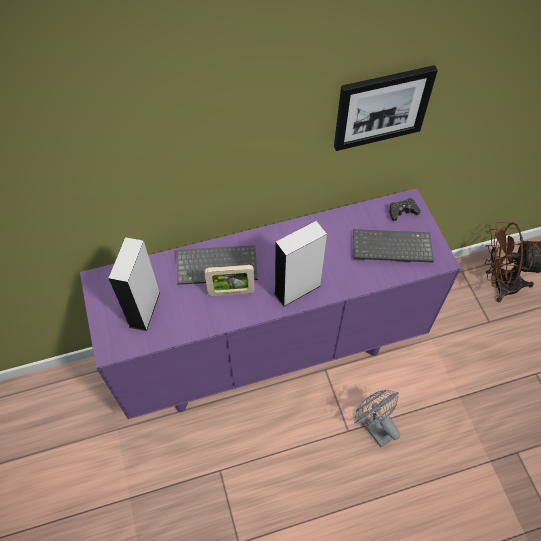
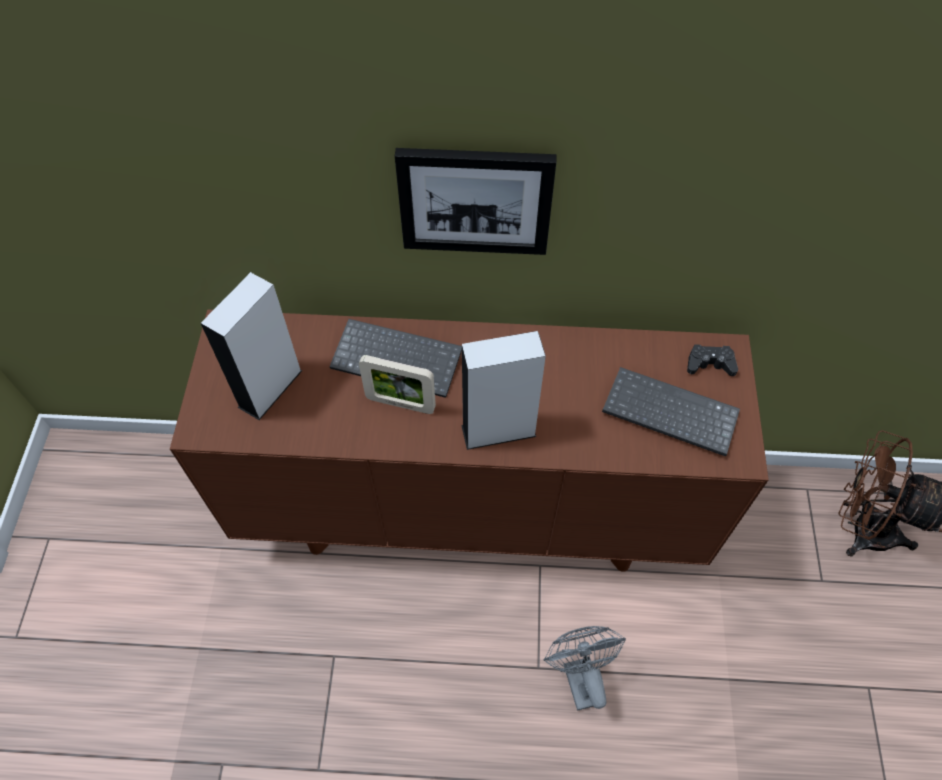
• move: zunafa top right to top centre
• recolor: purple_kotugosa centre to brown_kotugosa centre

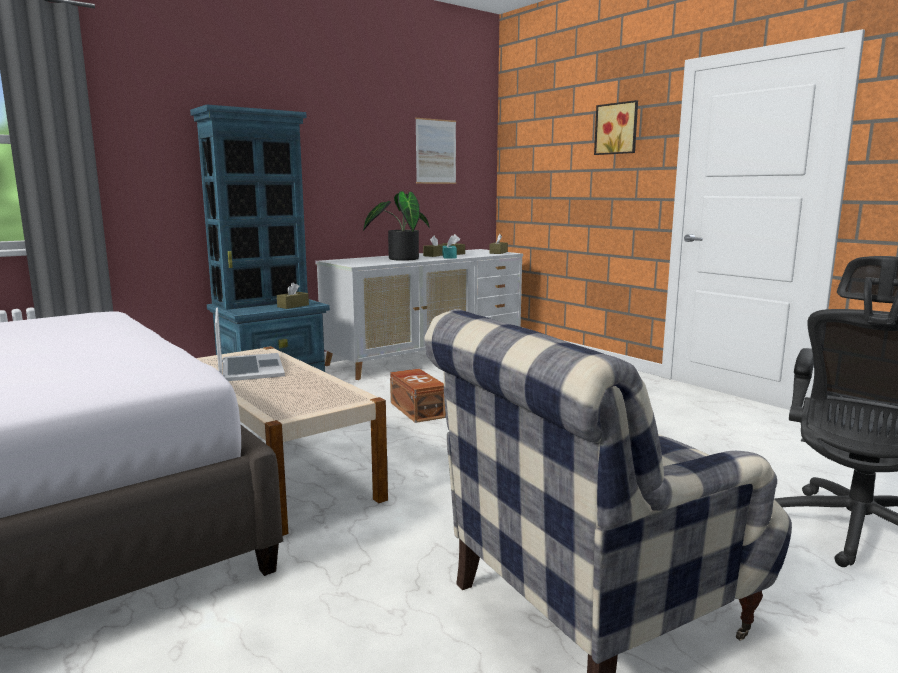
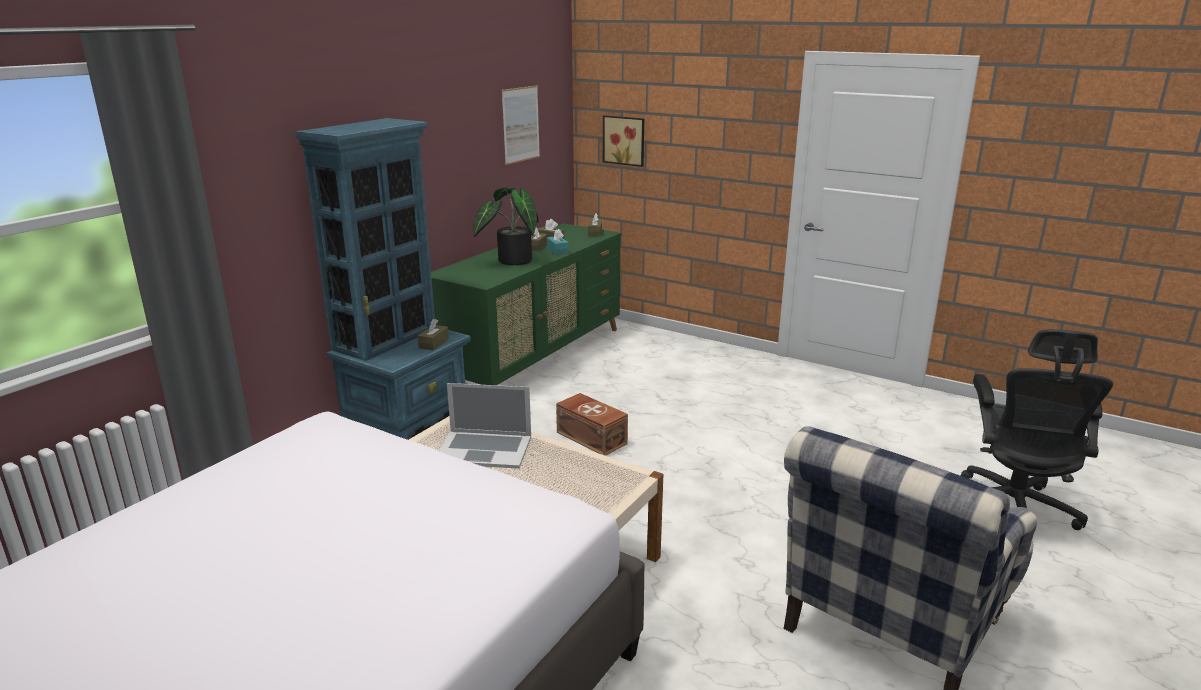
• move: zunafa (2nd from left) top right to top centre
• recolor: white_kotugosa centre to green_kotugosa centre
• rotate: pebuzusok middle left = centre 135 degrees clockwise

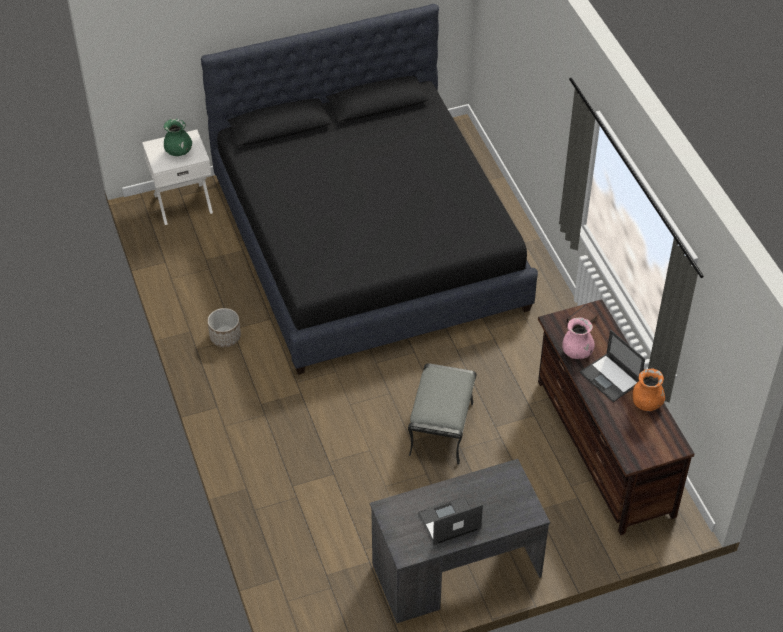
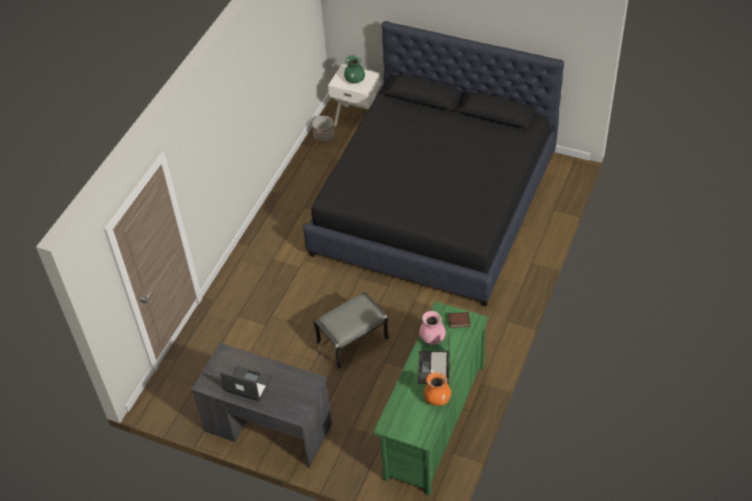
• recolor: brown_kotugosa middle right to green_kotugosa bottom centre
• move: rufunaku middle left to top centre

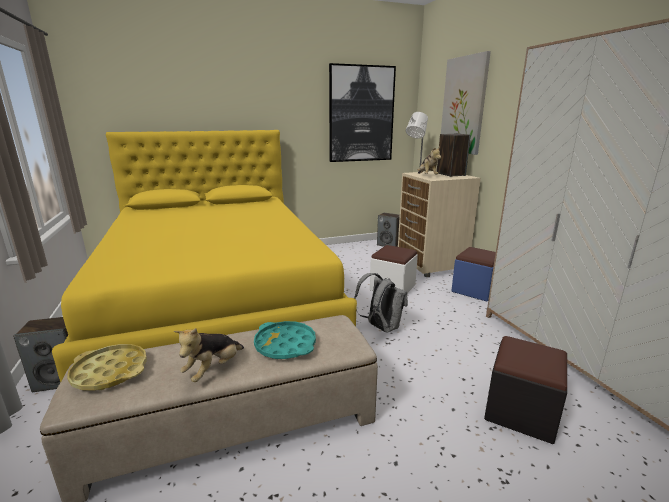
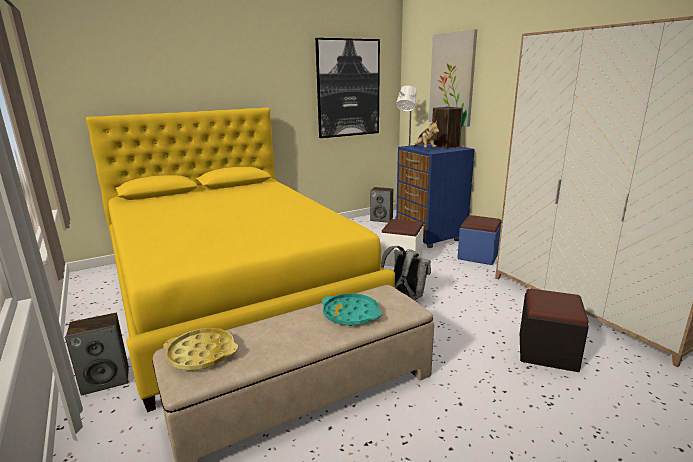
• recolor: beige_kotugosa centre to blue_kotugosa centre
• delete: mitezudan (1st from left) bottom left

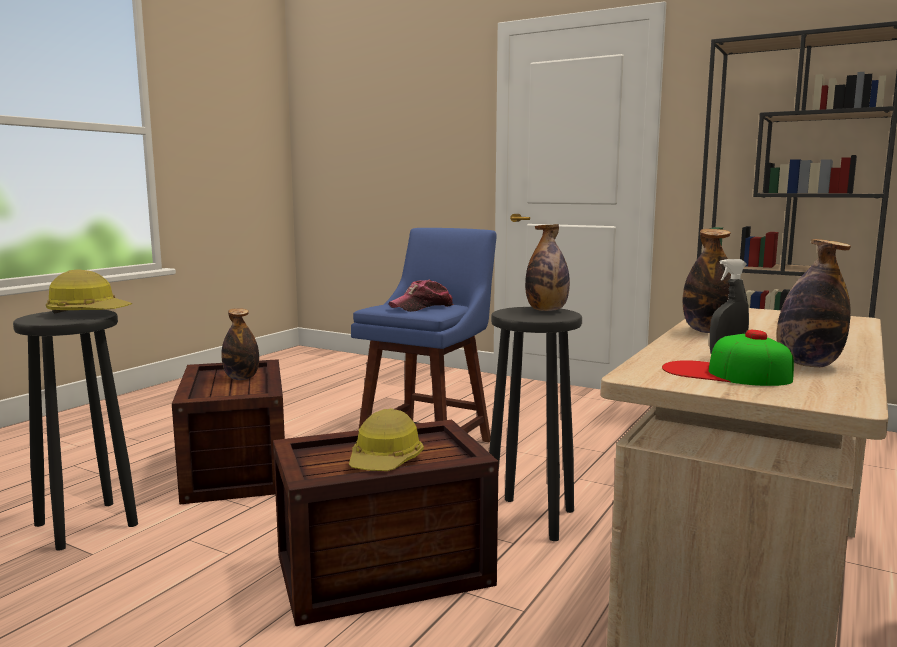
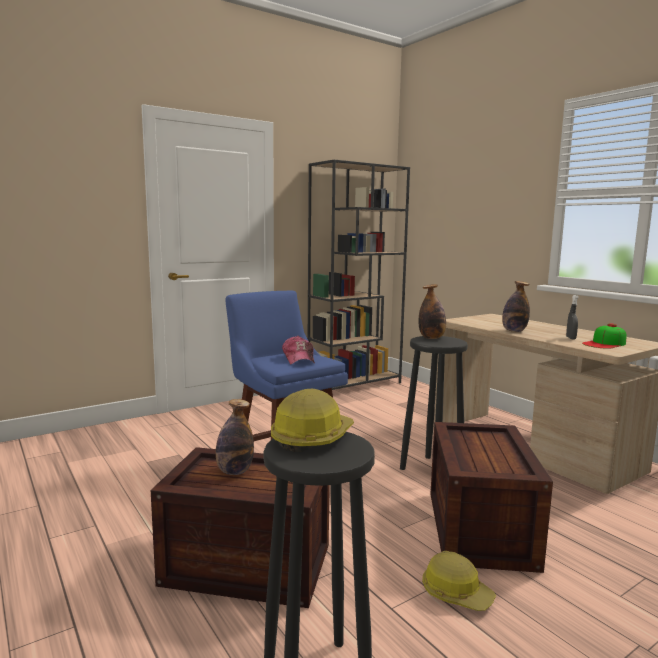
• delete: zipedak (4th from left) middle right
• move: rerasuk (2nd from left) bottom centre to bottom right

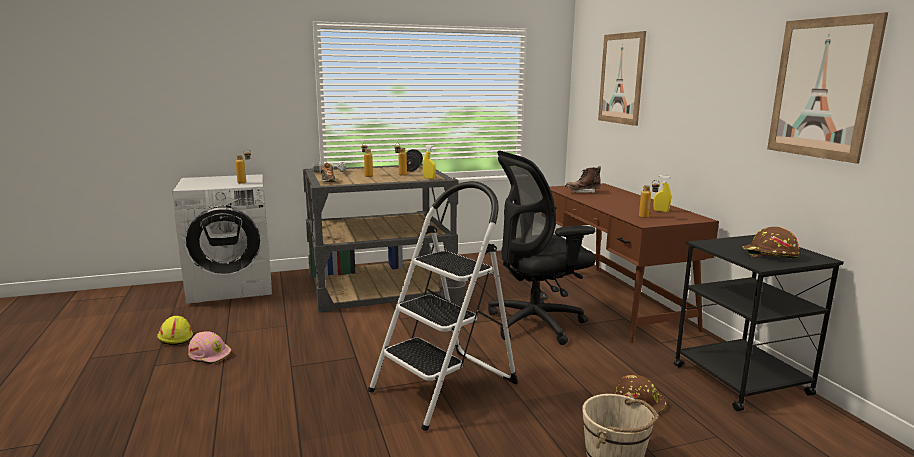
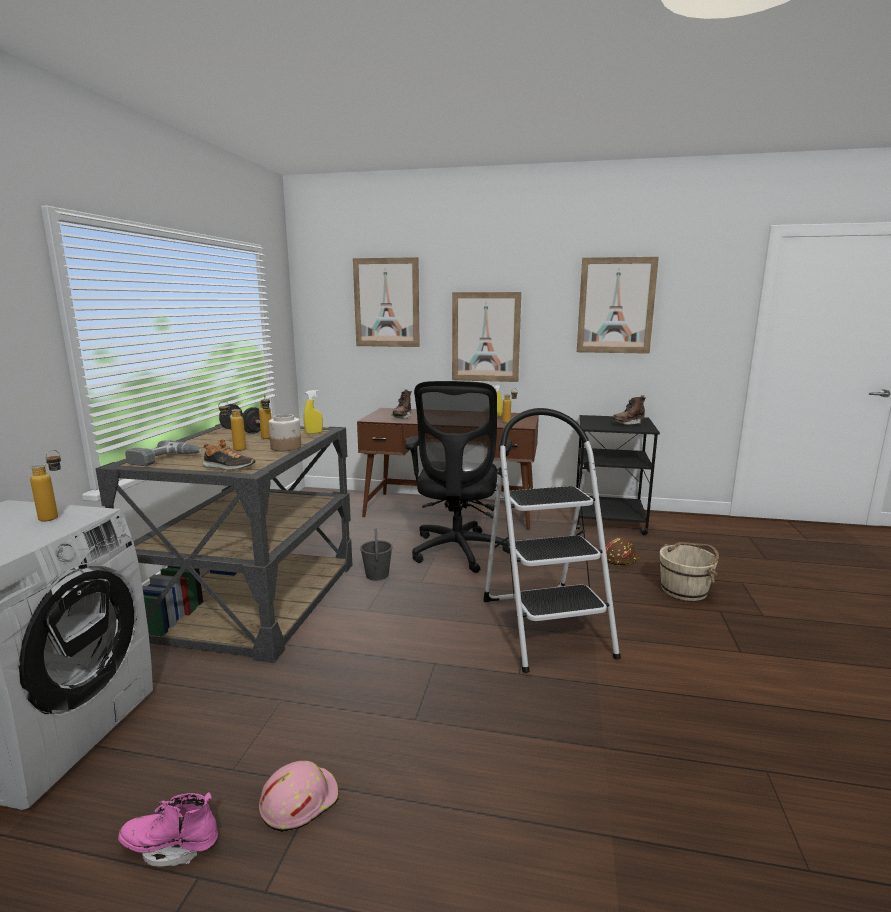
• replace: brown_rerasuk (2nd from left) middle right to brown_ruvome (2nd from left) middle right
• replace: yellow_rerasuk bottom left to pink_ruvome bottom left
• insert: zunafa (2nd from left) centre
• insert: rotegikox middle left

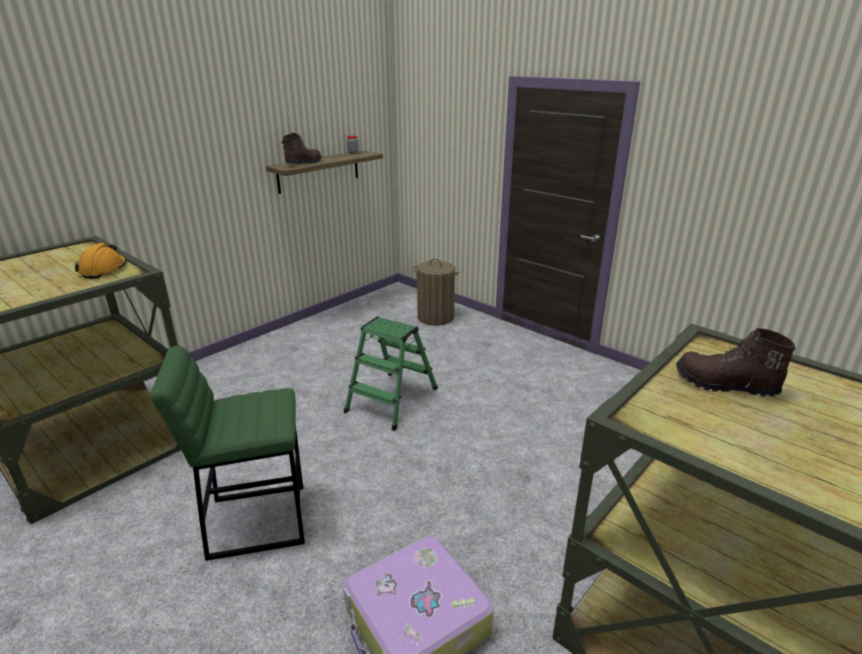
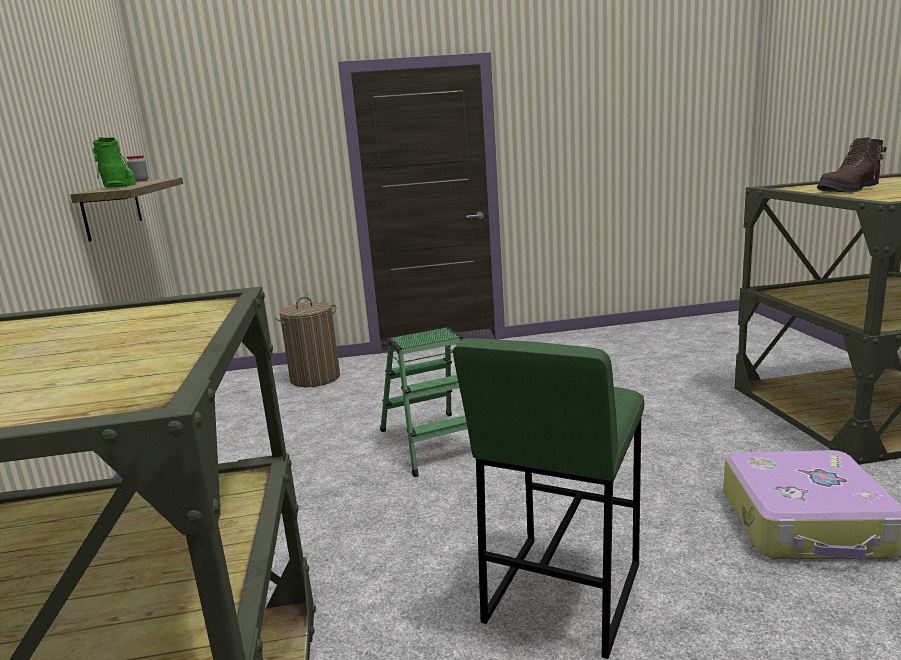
• recolor: brown_ruvome (1st from left) top centre to green_ruvome top left
• delete: orange_rerasuk middle left

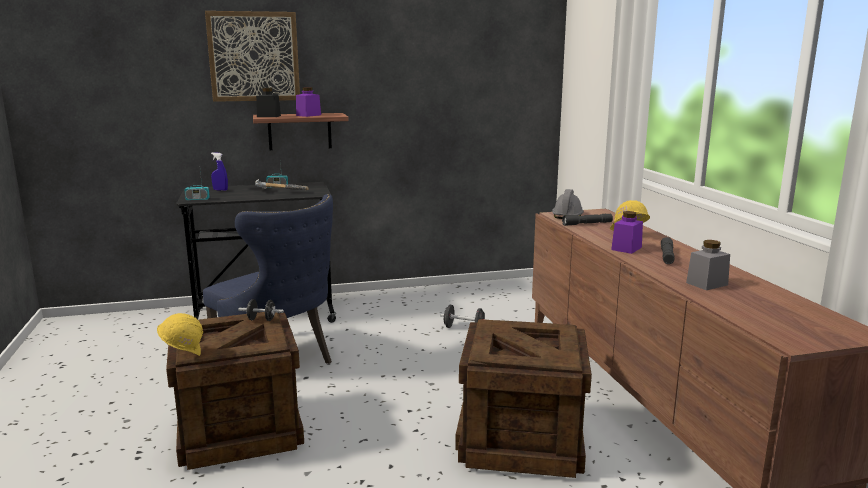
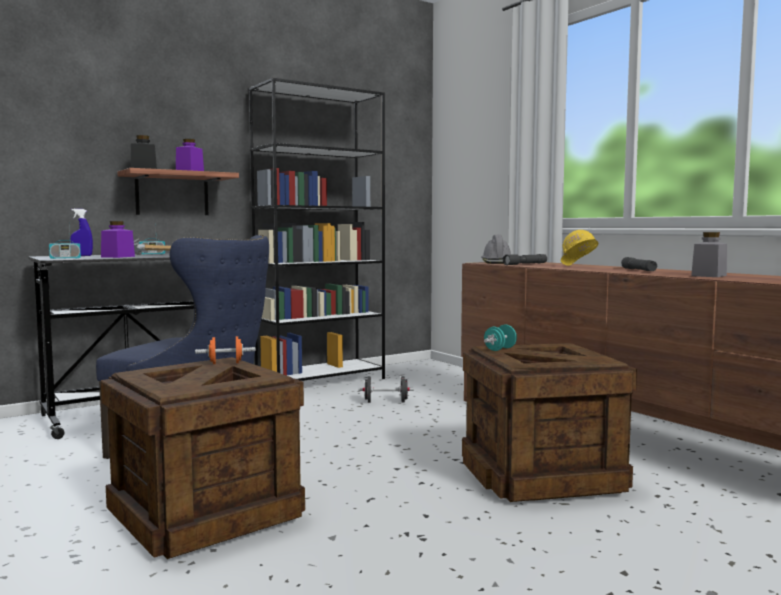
• delete: zunafa top left
• move: purple_rotegikox (2nd from left in the first image) middle right to purple_rotegikox (1st from left) middle left
• recolor: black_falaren (1st from left) middle left to orange_falaren middle left
• delete: yellow_rerasuk (1st from left) bottom left
• insert: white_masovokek centre
• insert: turquoise_falaren centre

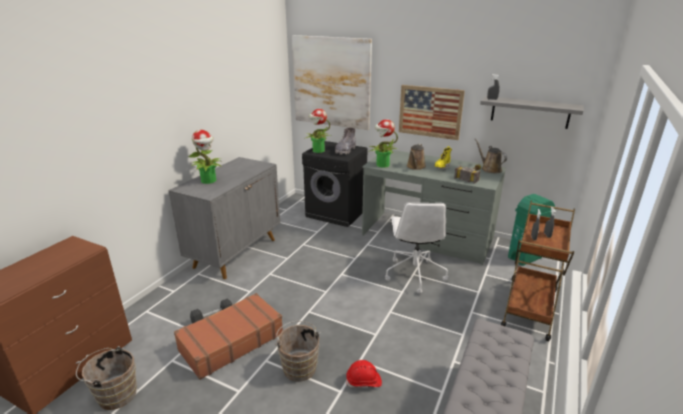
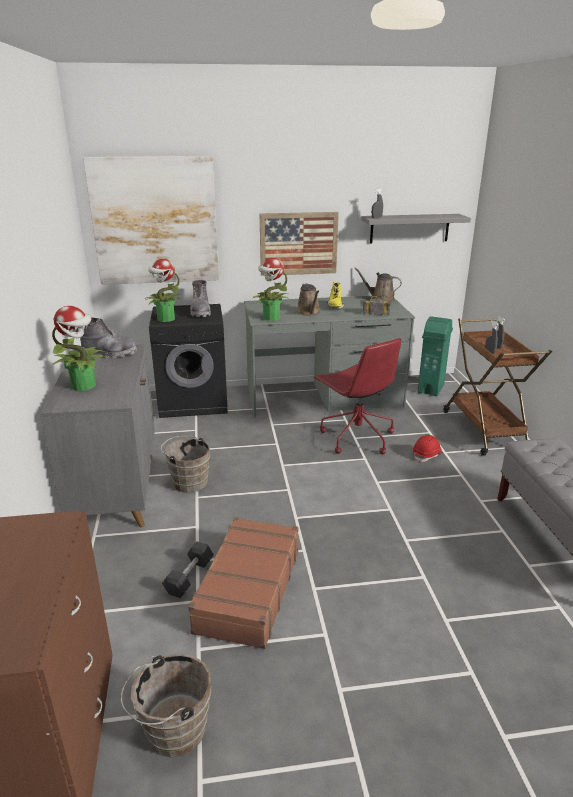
• recolor: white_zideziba centre to red_zideziba centre
• move: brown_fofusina (2nd from left) bottom centre to middle left
• move: red_rerasuk bottom centre to middle right
• insert: grey_ruvome (1st from left) middle left

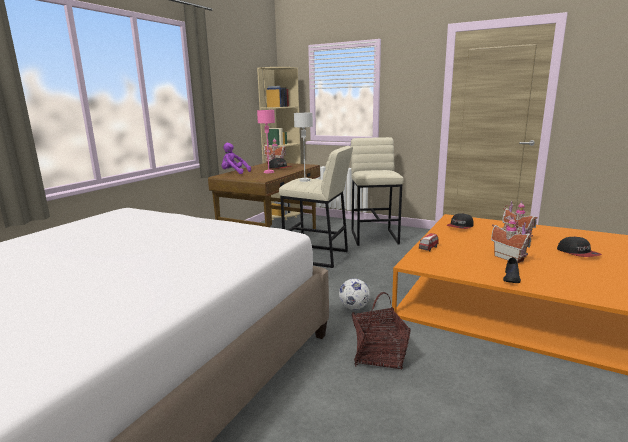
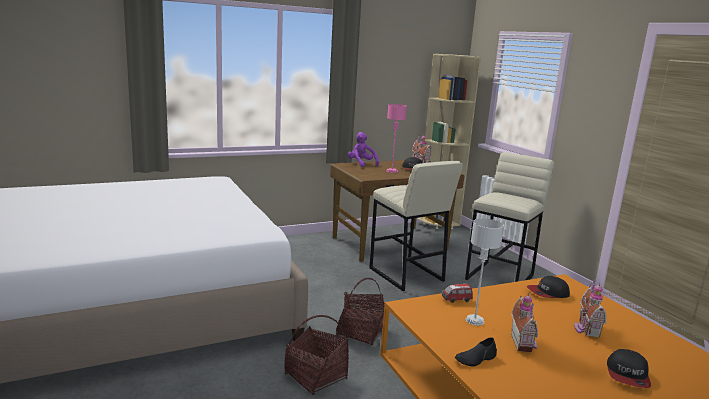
• move: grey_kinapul top centre to bottom right
• replace: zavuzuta centre to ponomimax (2nd from left) bottom centre

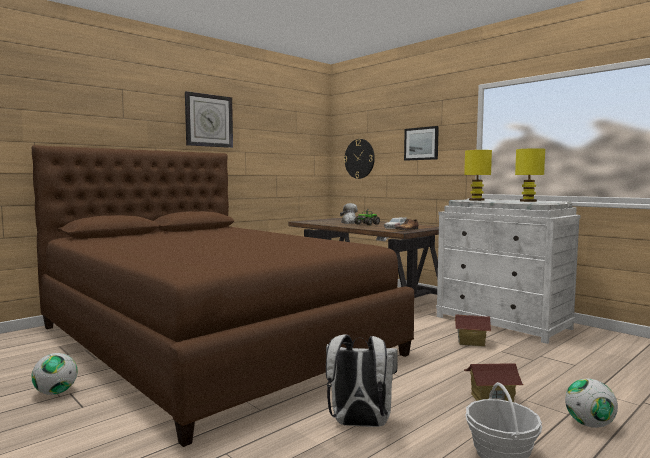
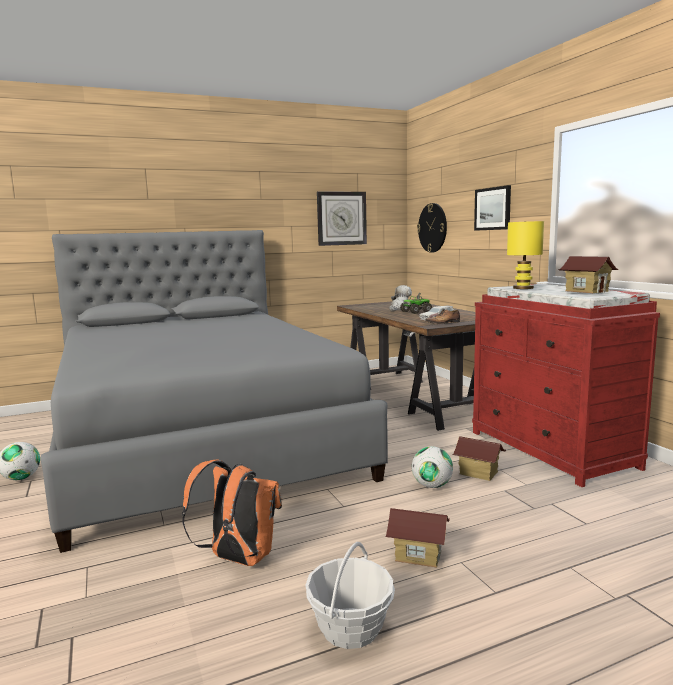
• move: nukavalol (1st from left) top left to top centre
• recolor: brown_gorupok centre to grey_gorupok middle left
• replace: yellow_kinapul (2nd from left) middle right to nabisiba (3rd from left) middle right
• recolor: white_kotugosa middle right to red_kotugosa middle right
• recolor: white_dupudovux bottom centre to orange_dupudovux bottom centre
• move: zavuzuta (2nd from left) bottom right to bottom centre

